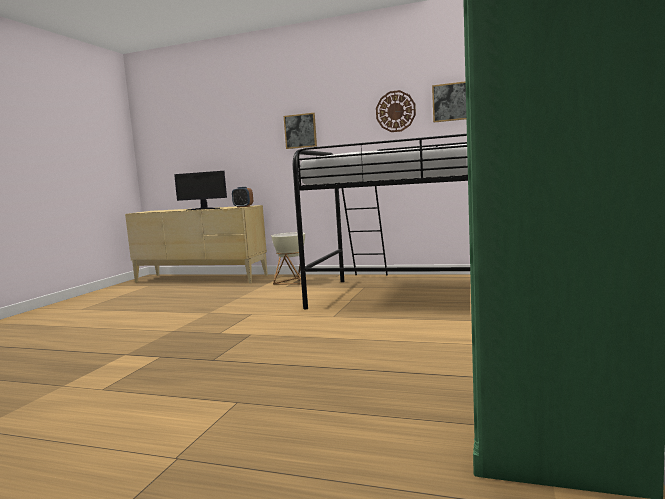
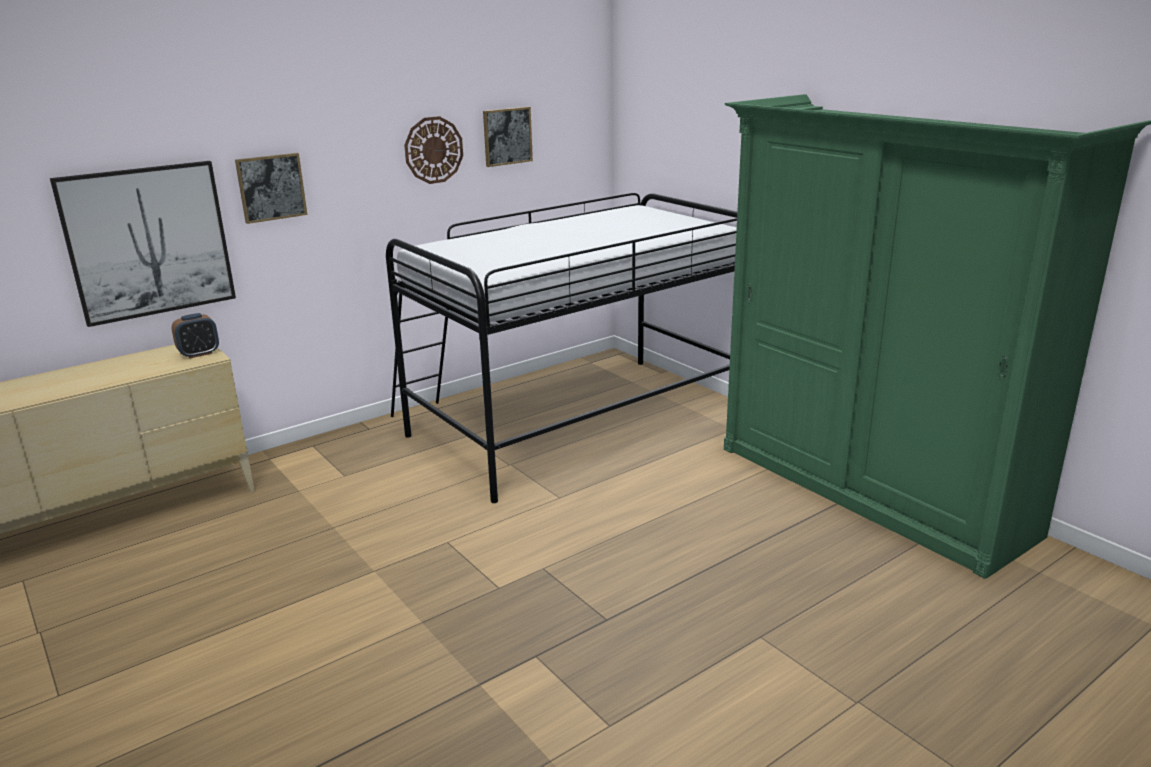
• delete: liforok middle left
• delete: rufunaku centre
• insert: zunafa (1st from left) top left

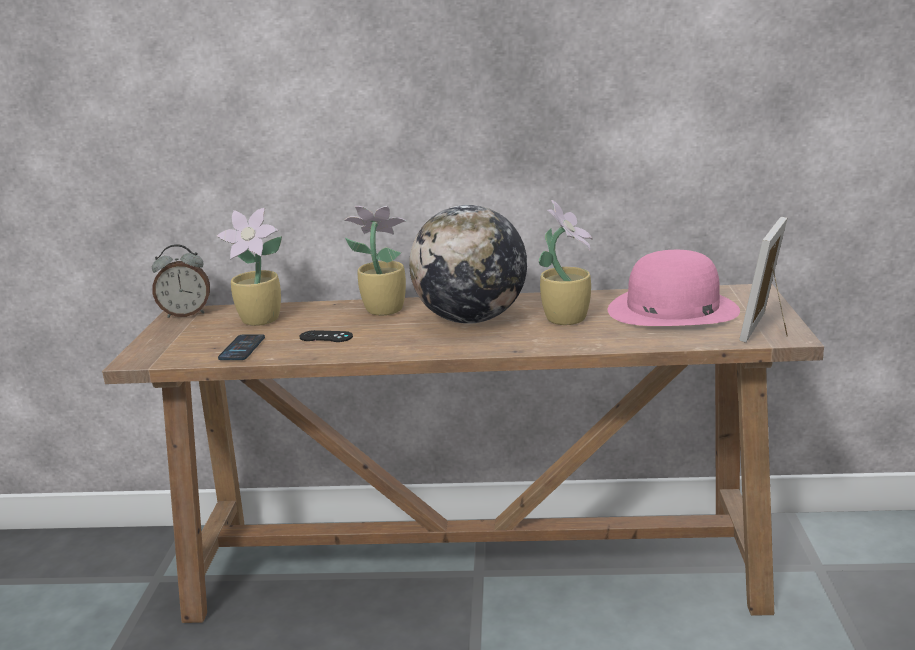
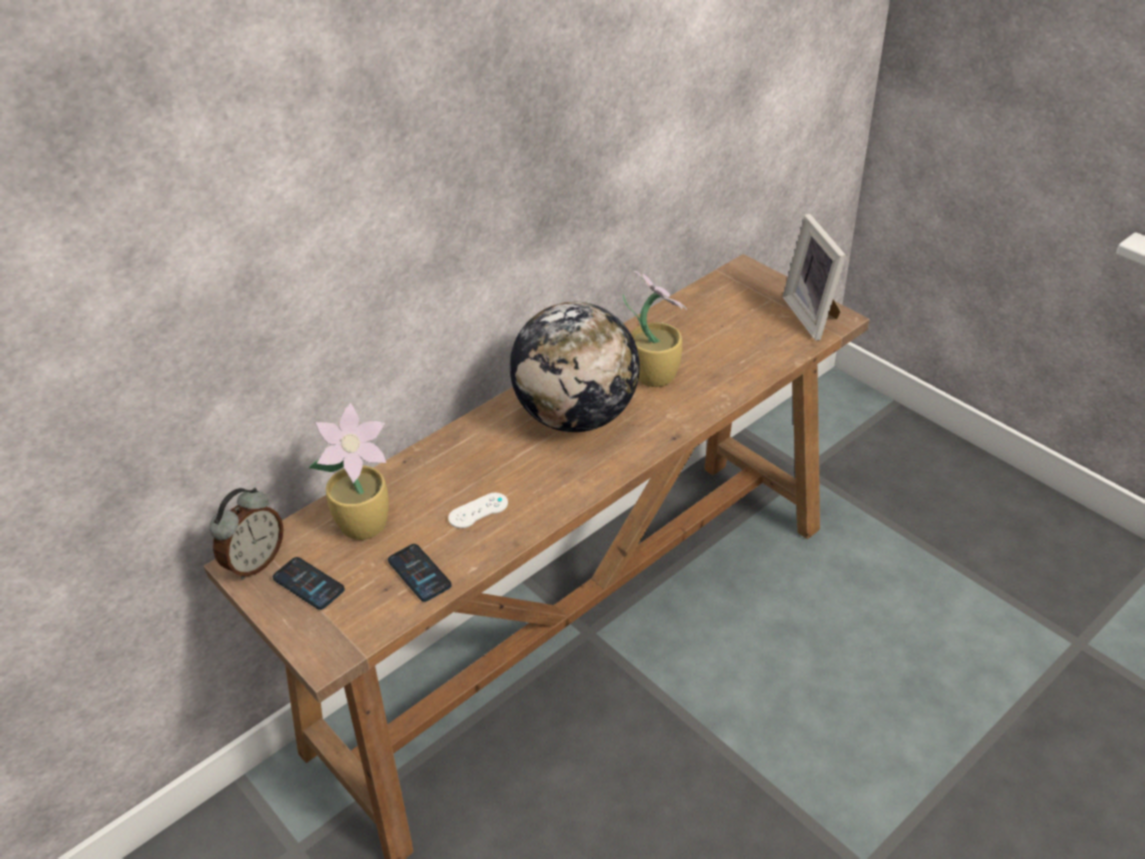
• delete: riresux (2nd from left) centre
• delete: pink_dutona middle right
• recolor: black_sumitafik centre to white_sumitafik centre
• insert: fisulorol (1st from left) bottom left

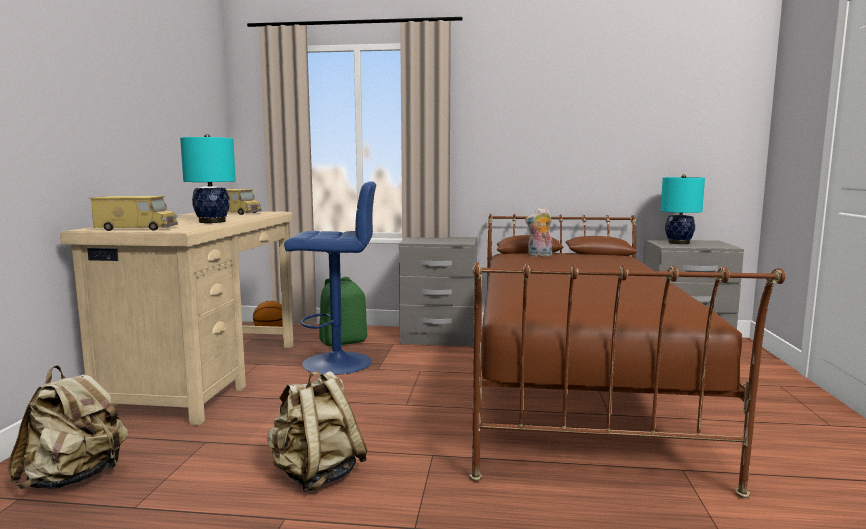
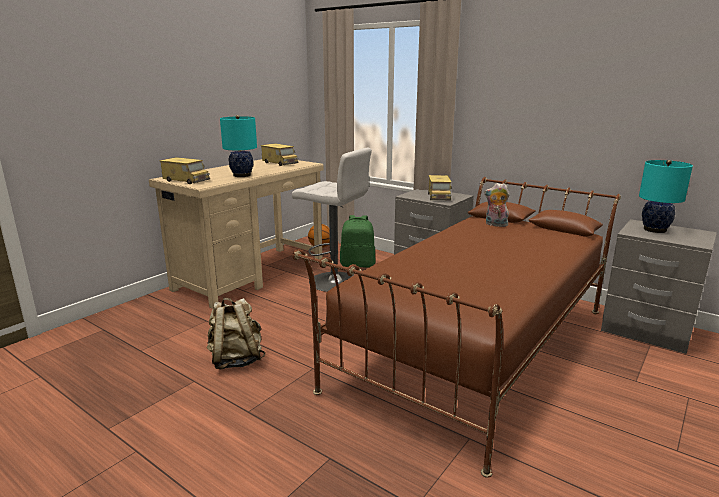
• recolor: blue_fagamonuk centre to white_fagamonuk centre
• delete: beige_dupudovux (1st from left) bottom left
• insert: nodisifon (3rd from left) centre

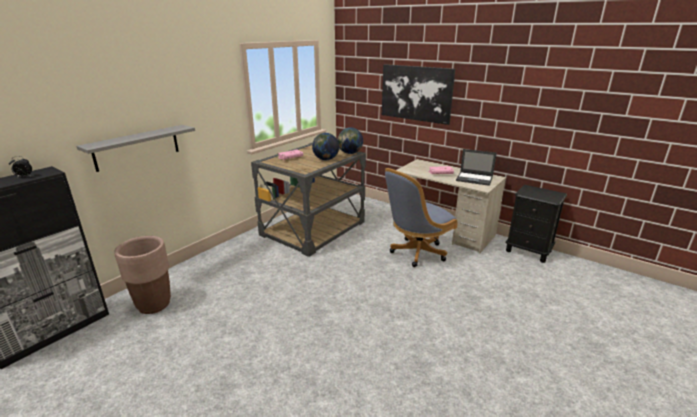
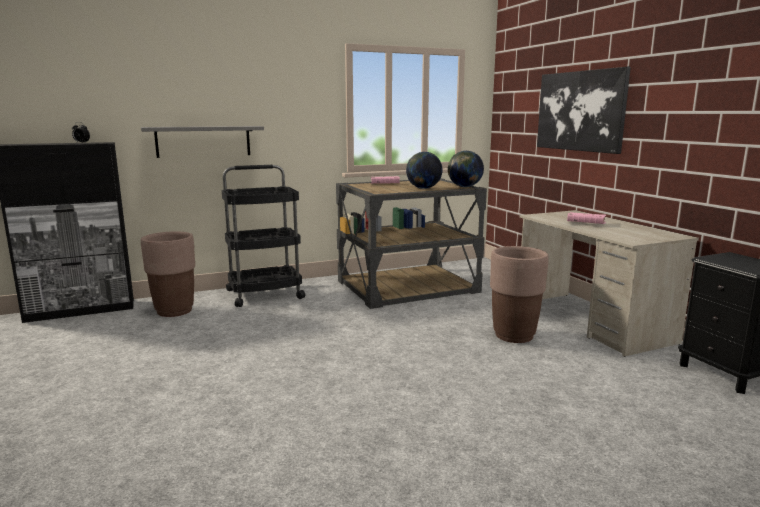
• delete: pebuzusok middle right
• replace: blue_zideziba centre to brown_rufunaku (2nd from left) middle right
• insert: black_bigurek centre

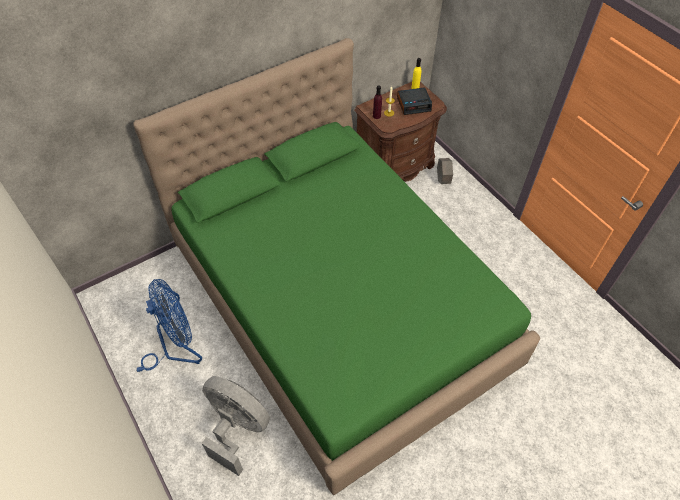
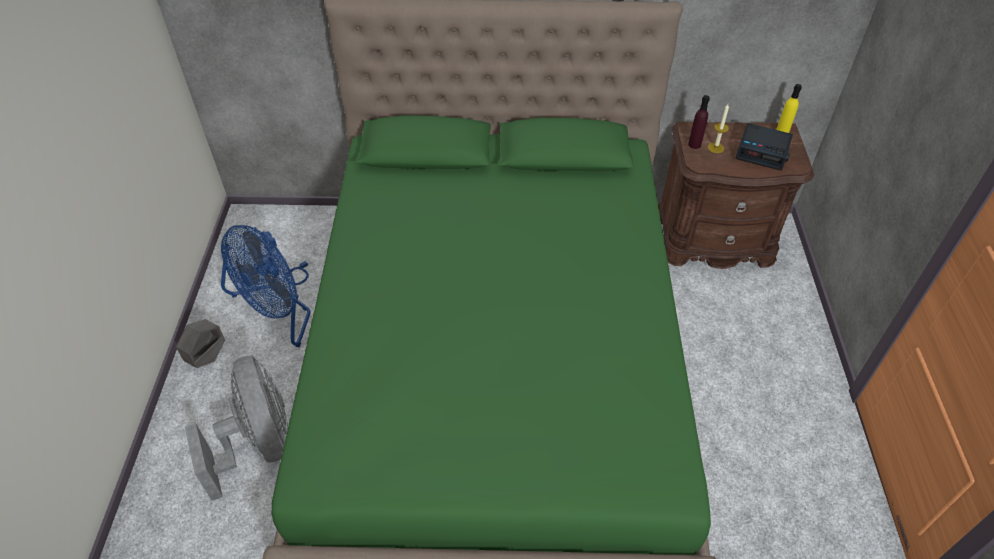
• move: grey_rufunaku centre to middle left
• rotate: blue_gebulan middle left = middle left 120 degrees clockwise

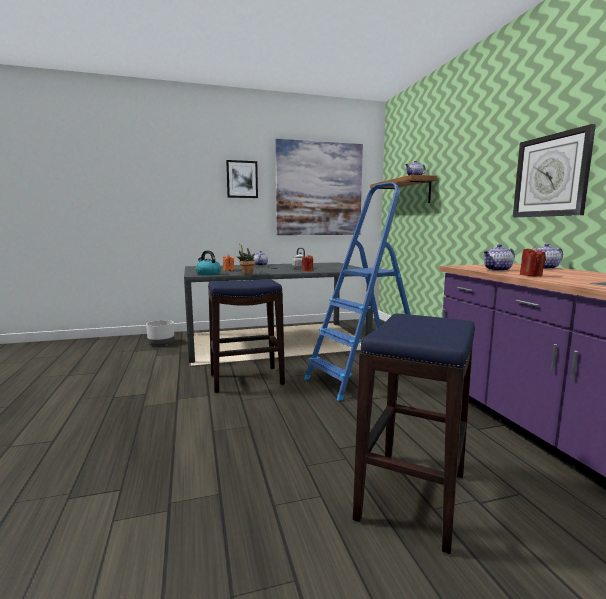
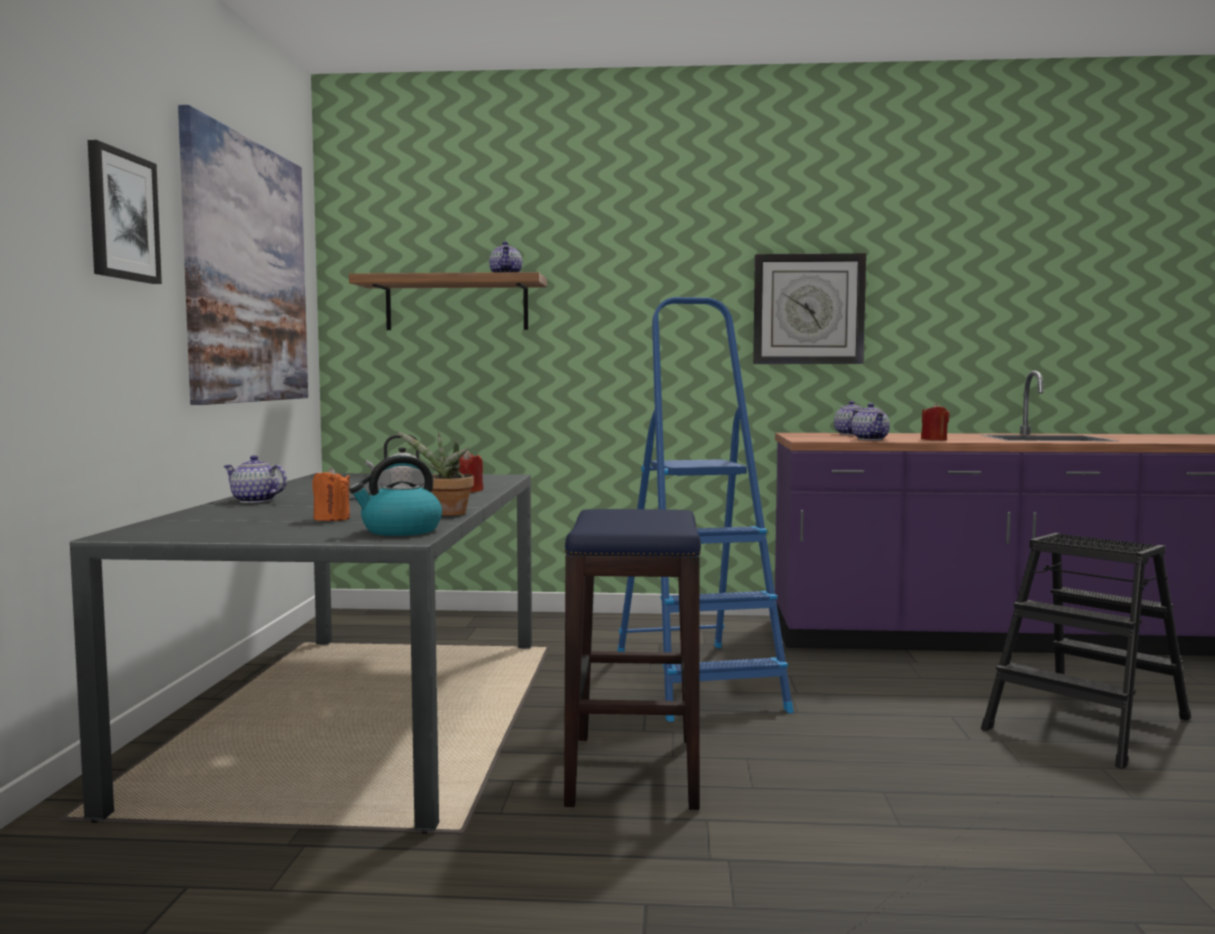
• replace: fagamonuk (2nd from left) bottom right to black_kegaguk bottom right
• delete: grey_rufunaku middle left

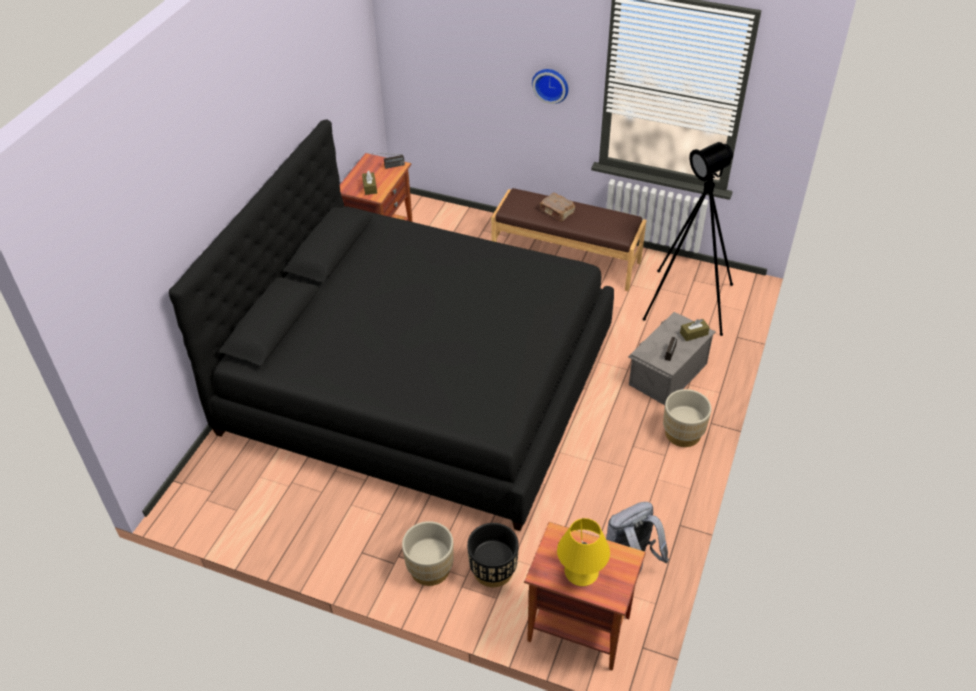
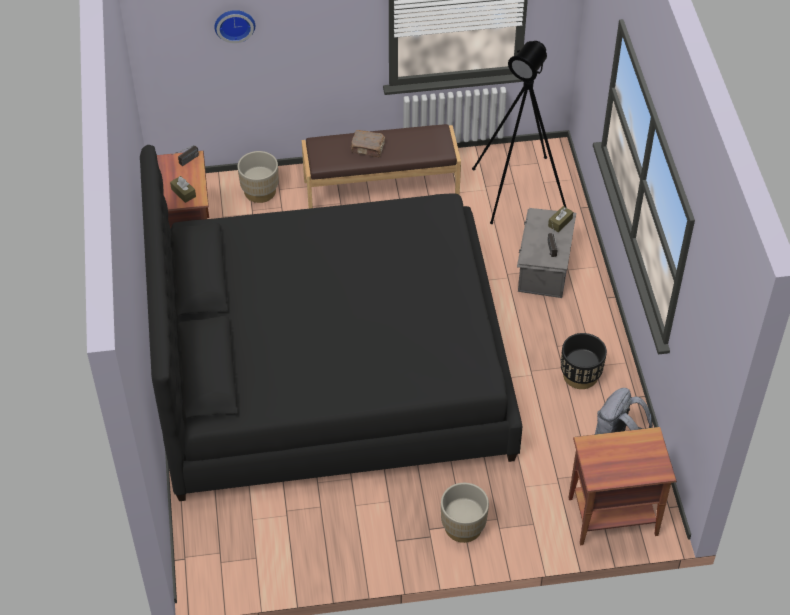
• move: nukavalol top centre to top left
• move: beige_rufunaku (2nd from left in the first image) middle right to beige_rufunaku (1st from left) top left
• delete: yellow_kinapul bottom centre
• move: black_rufunaku bottom centre to middle right

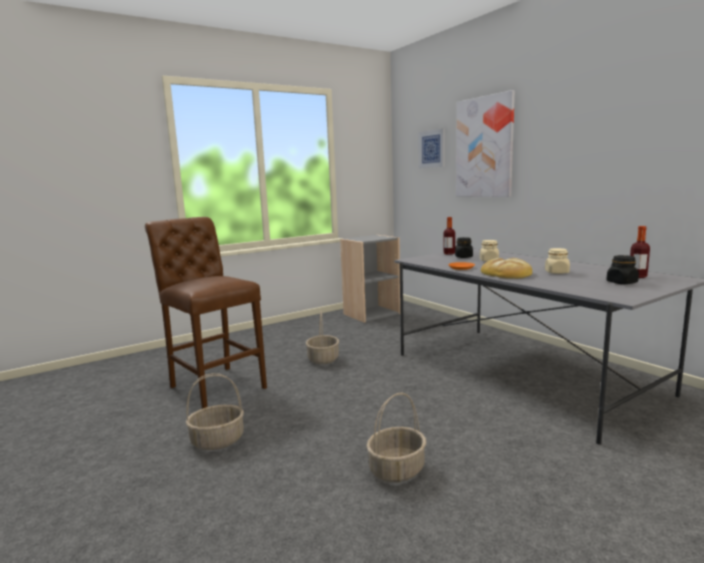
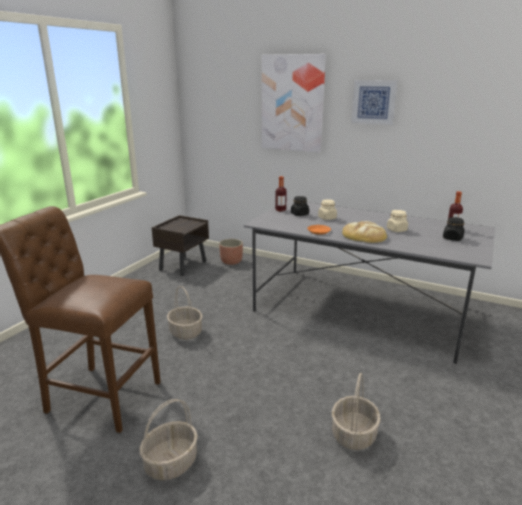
• move: zunafa (1st from left in the first image) top centre to zunafa (2nd from left) top right
• replace: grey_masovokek centre to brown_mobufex centre
• insert: rufunaku centre

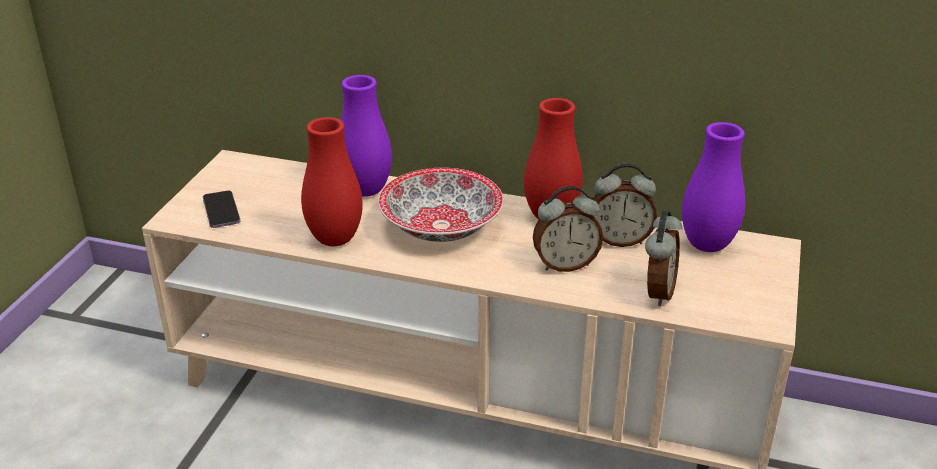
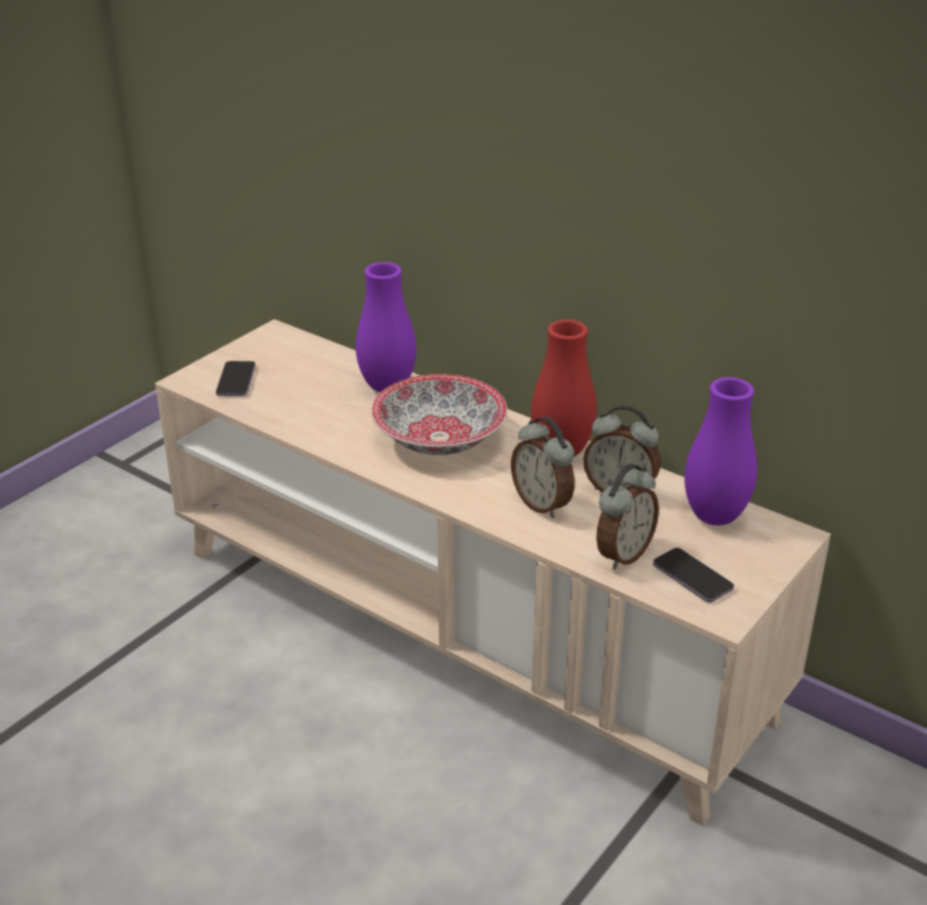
• delete: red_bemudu (1st from left) centre
• rotate: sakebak (1st from left) centre = centre 45 degrees clockwise
• insert: fisulorol (2nd from left) middle right

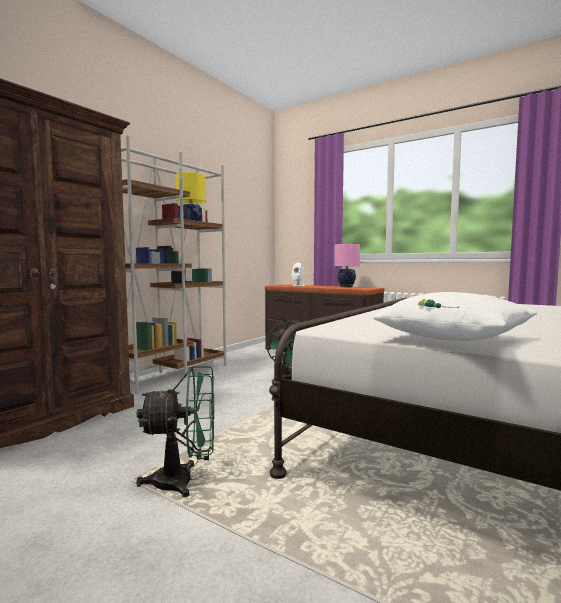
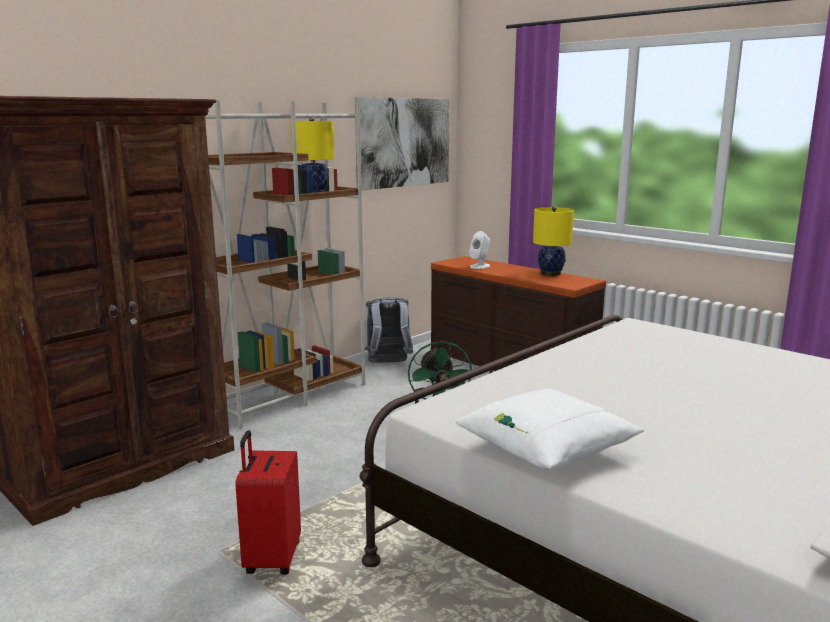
• recolor: pink_kinapul centre to yellow_kinapul (2nd from left) centre
• replace: green_gebulan (1st from left) bottom left to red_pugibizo bottom left
• insert: zunafa top centre
• insert: grey_dupudovux centre

